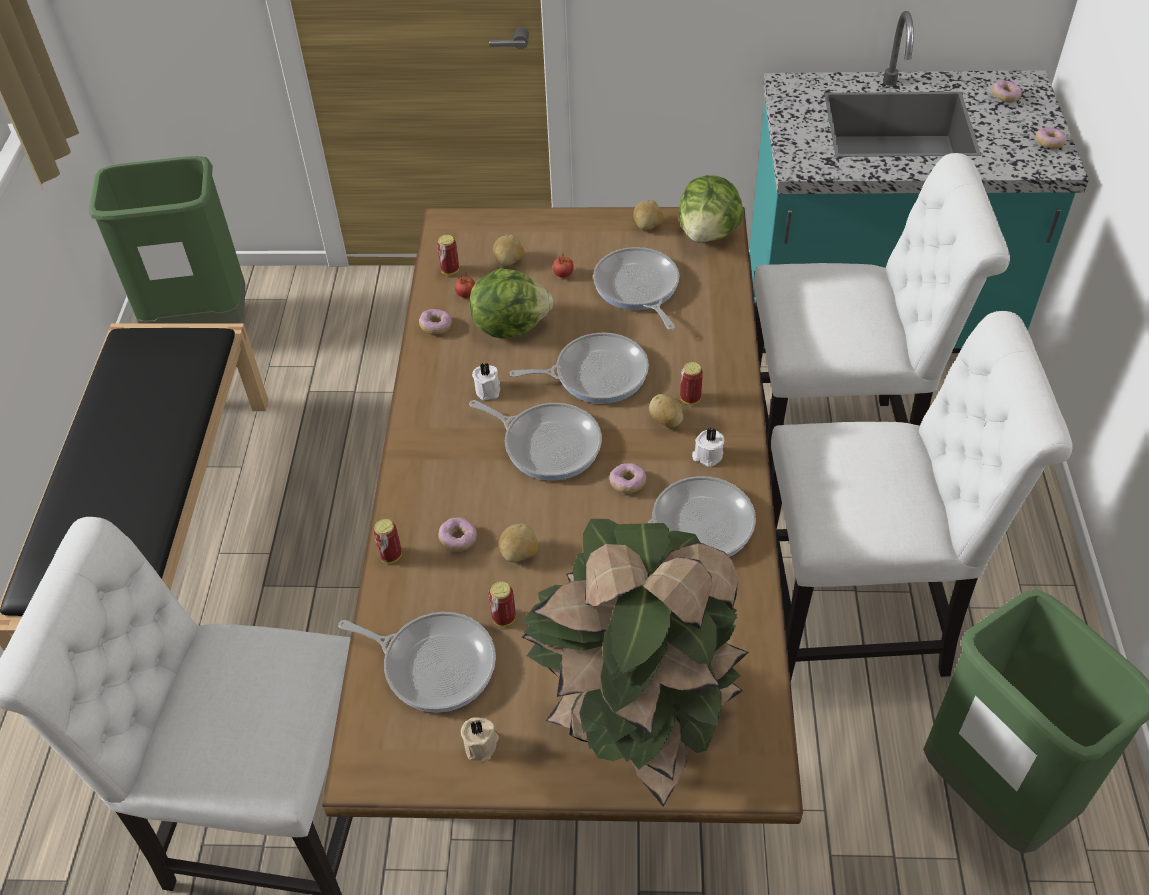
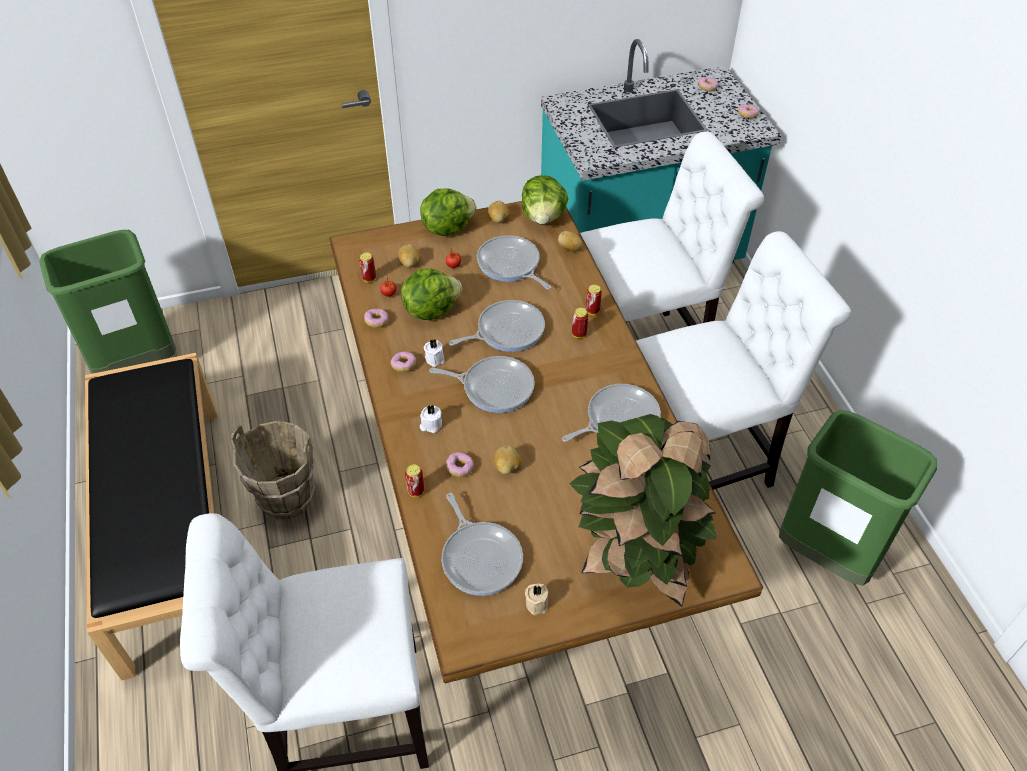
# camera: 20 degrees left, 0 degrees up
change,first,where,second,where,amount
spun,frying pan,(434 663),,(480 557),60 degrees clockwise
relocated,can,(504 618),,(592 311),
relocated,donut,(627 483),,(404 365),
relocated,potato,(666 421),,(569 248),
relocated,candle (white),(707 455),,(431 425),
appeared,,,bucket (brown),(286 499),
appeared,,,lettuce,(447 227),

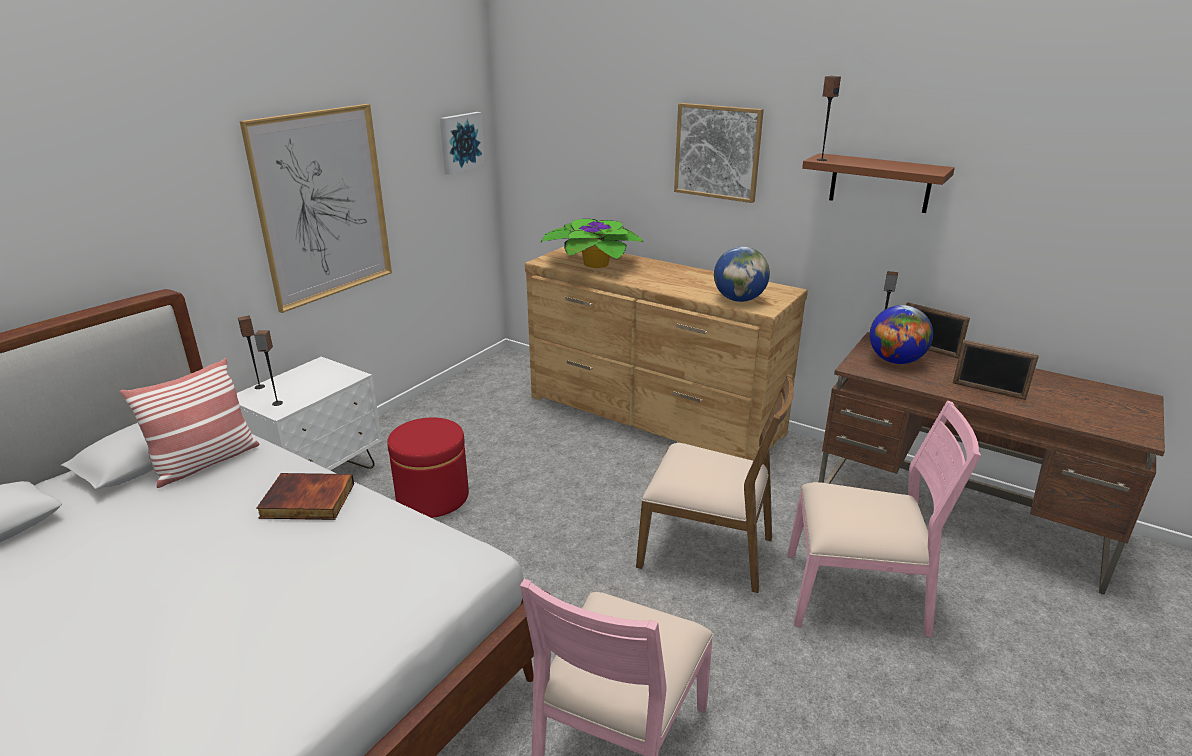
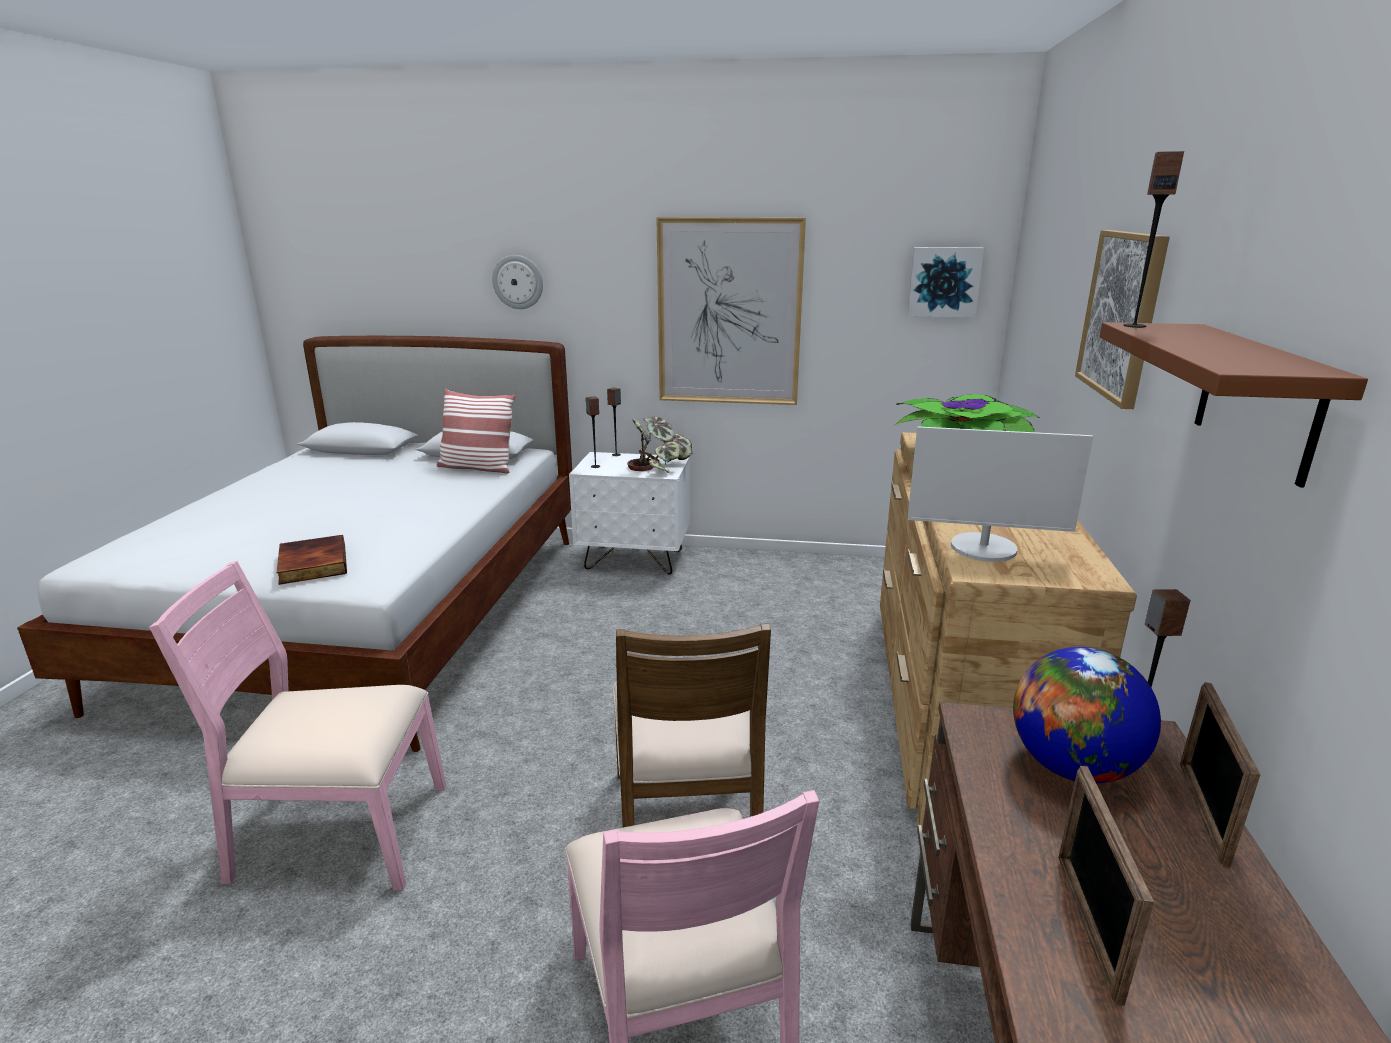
# camera: 65 degrees right, 5 degrees down
change,first,where,second,where,amount
relocated,book,(306 501),,(311 564),
missing,ottoman (red),(433 497),,,
exchanged,globe,(739 299),monitor,(984 548),
appeared,,,wall clock,(518 282),
appeared,,,potted plant,(660 466),

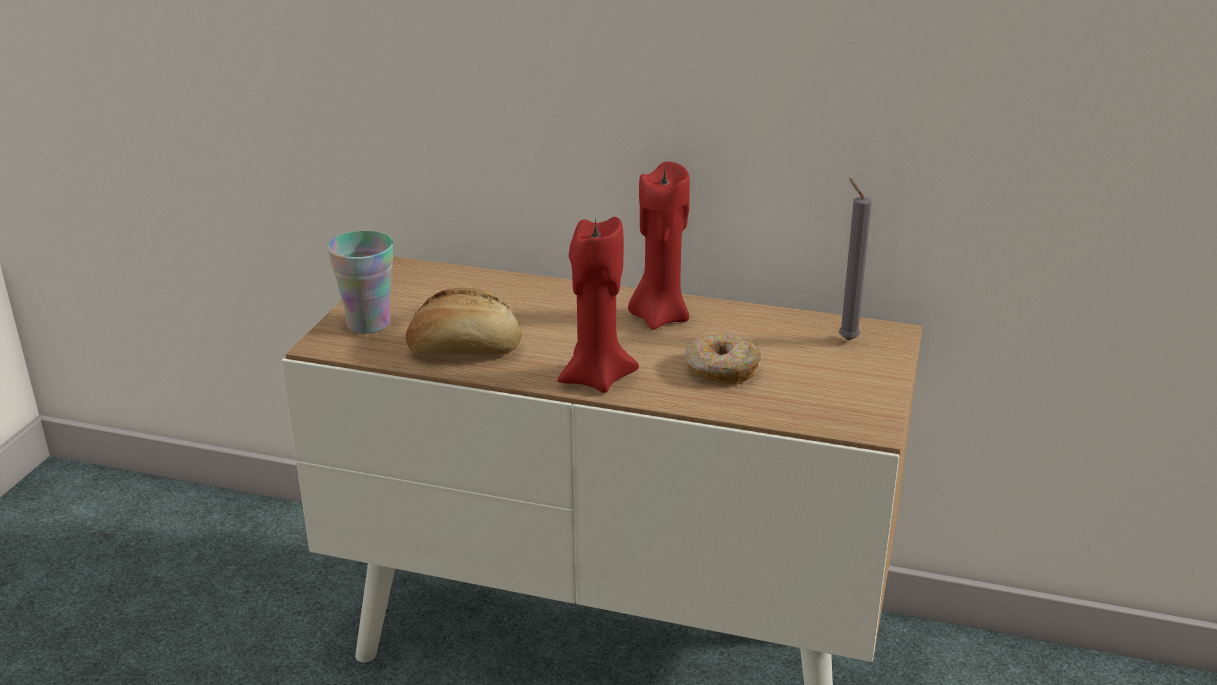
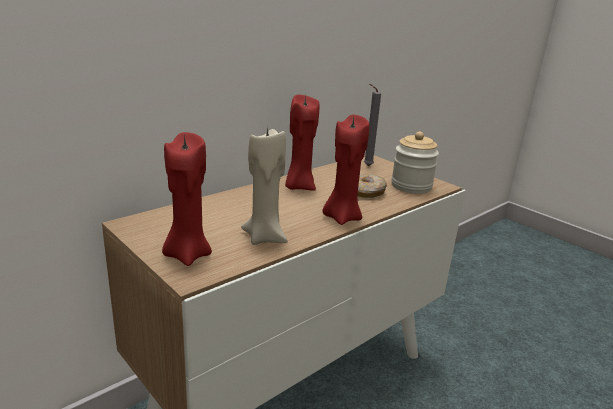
# camera: 60 degrees left, 5 degrees down
change,first,where,second,where,amount
exchanged,cup,(368 324),candle (red),(187 254),
exchanged,bread,(464 349),candle (beige),(265 237),
appeared,,,jar,(411 186),

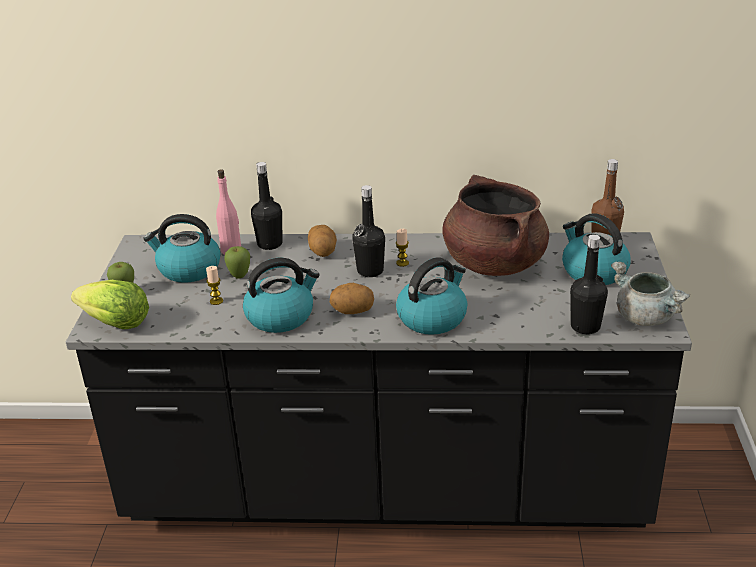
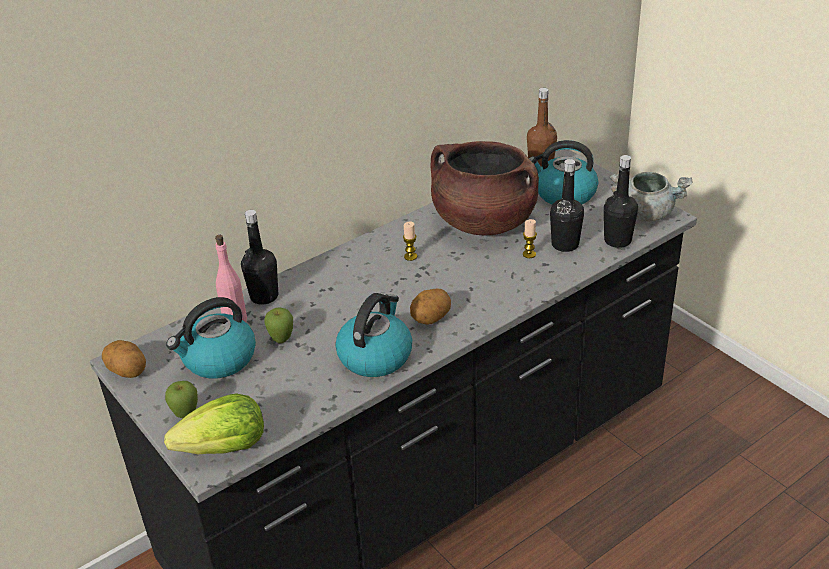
# camera: 40 degrees left, 5 degrees up
change,first,where,second,where,amount
relocated,candle,(216 301),,(529 254),
relocated,potato,(323 252),,(128 371),
relocated,bottle (black),(370 271),,(565 244),
missing,kettle,(432 318),,,

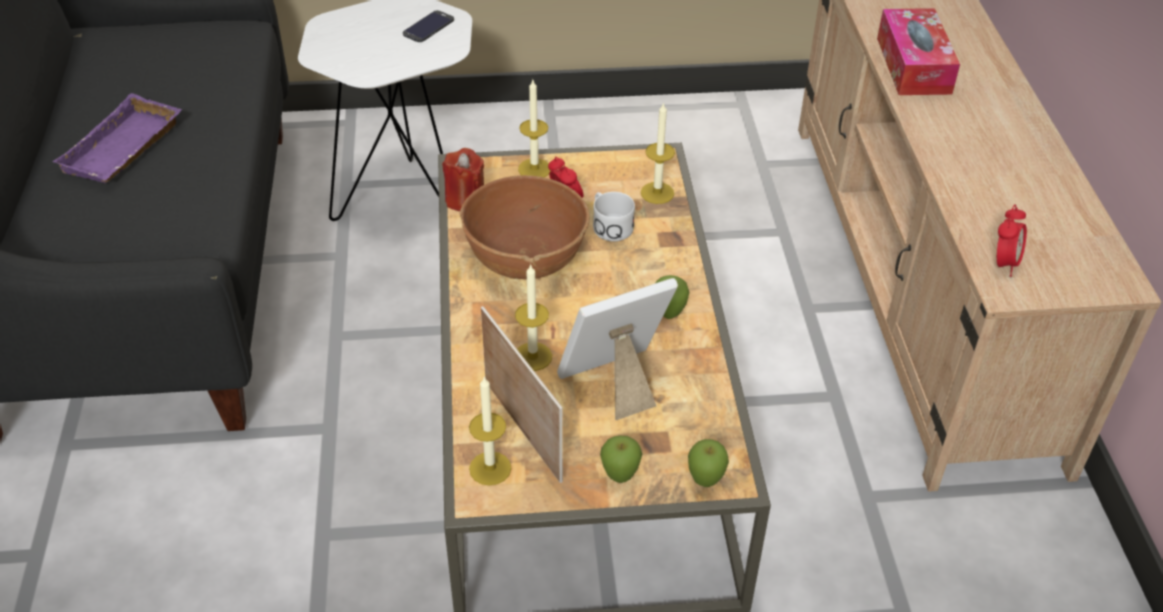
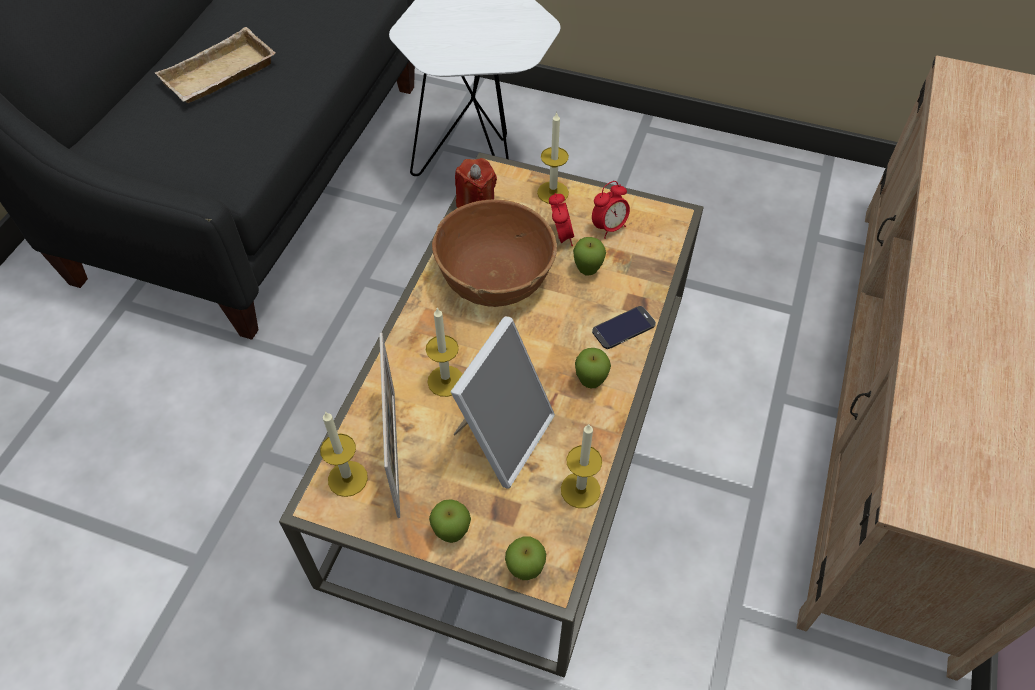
# camera: 25 degrees right, 10 degrees up
change,first,where,second,where,amount
colour,tray (purple),(124 150),tray (beige),(220 77),
relocated,phone,(428 27),,(624 328),
spun,picture frame,(615 384),,(501 436),120 degrees clockwise
exchanged,mug (white),(609 225),apple,(587 271),
relocated,candle,(657 193),,(580 490),
missing,tissue box,(913 65),,,
relocated,alarm clock,(1004 263),,(609 227),

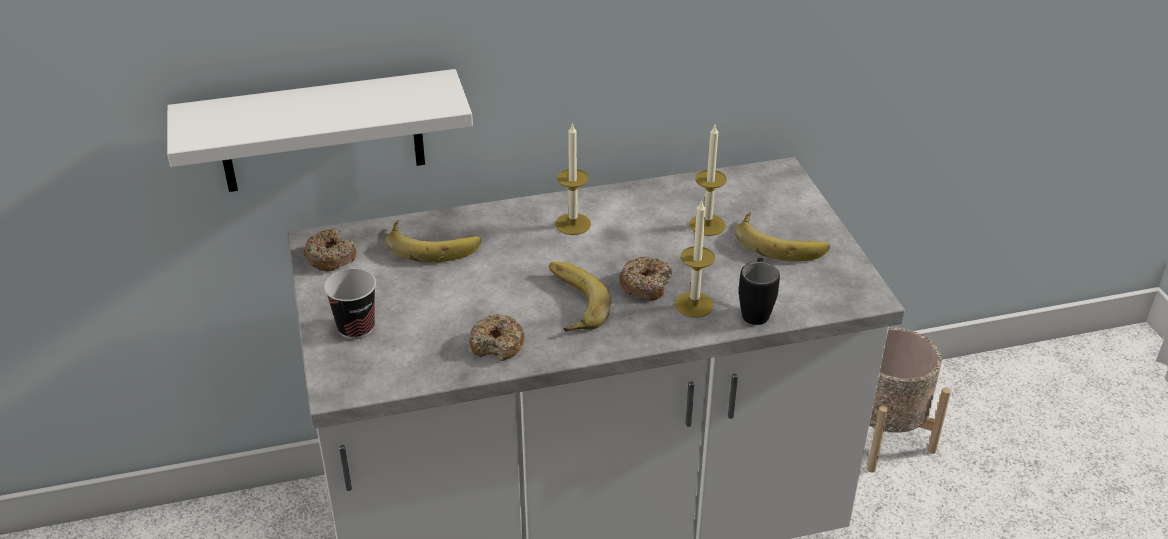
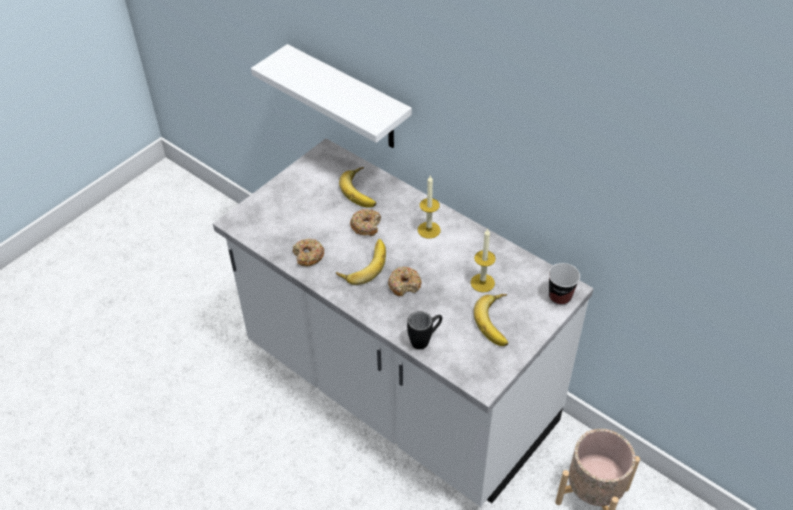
# camera: 55 degrees right, 10 degrees up
change,first,where,second,where,amount
relocated,donut,(330 257),,(366 226),
relocated,cup,(356 328),,(560 297),
missing,candle,(694 304),,,

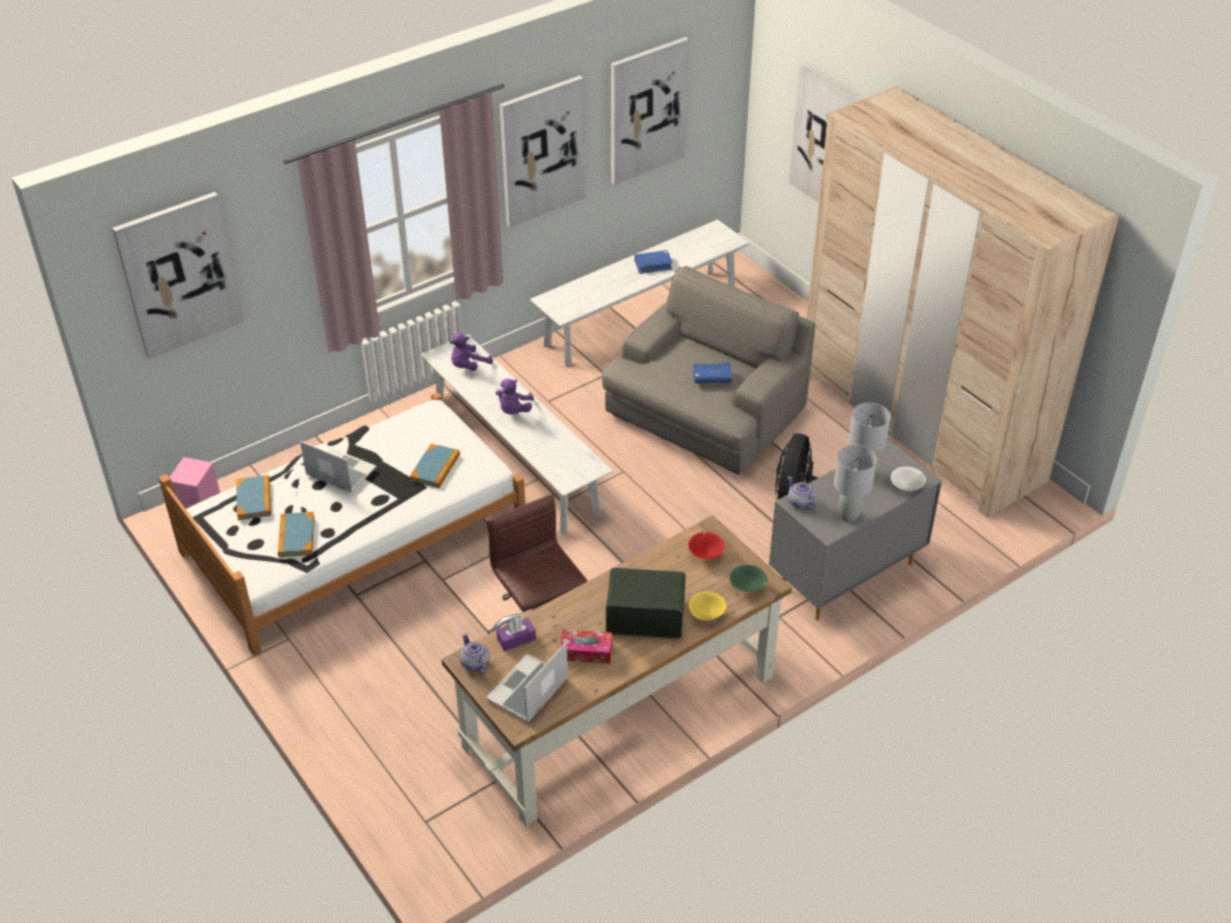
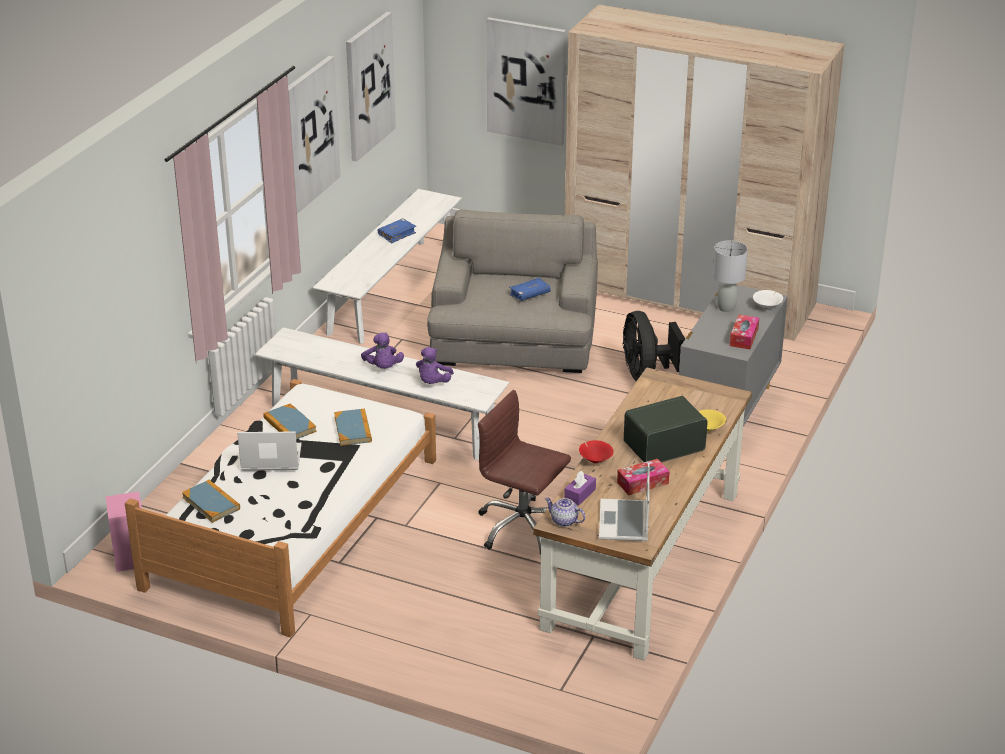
# camera: 30 degrees left, 10 degrees down
change,first,where,second,where,amount
missing,picture,(179 275),,,
relocated,book,(296 536),,(289 425),
relocated,plush toy (purple),(468 366),,(433 383),
relocated,bowl (red),(705 554),,(595 460),
missing,bowl (green),(748 588),,,
missing,teapot,(800 503),,,
exchanged,table lamp (grey),(848 516),tissue box,(744 337),

